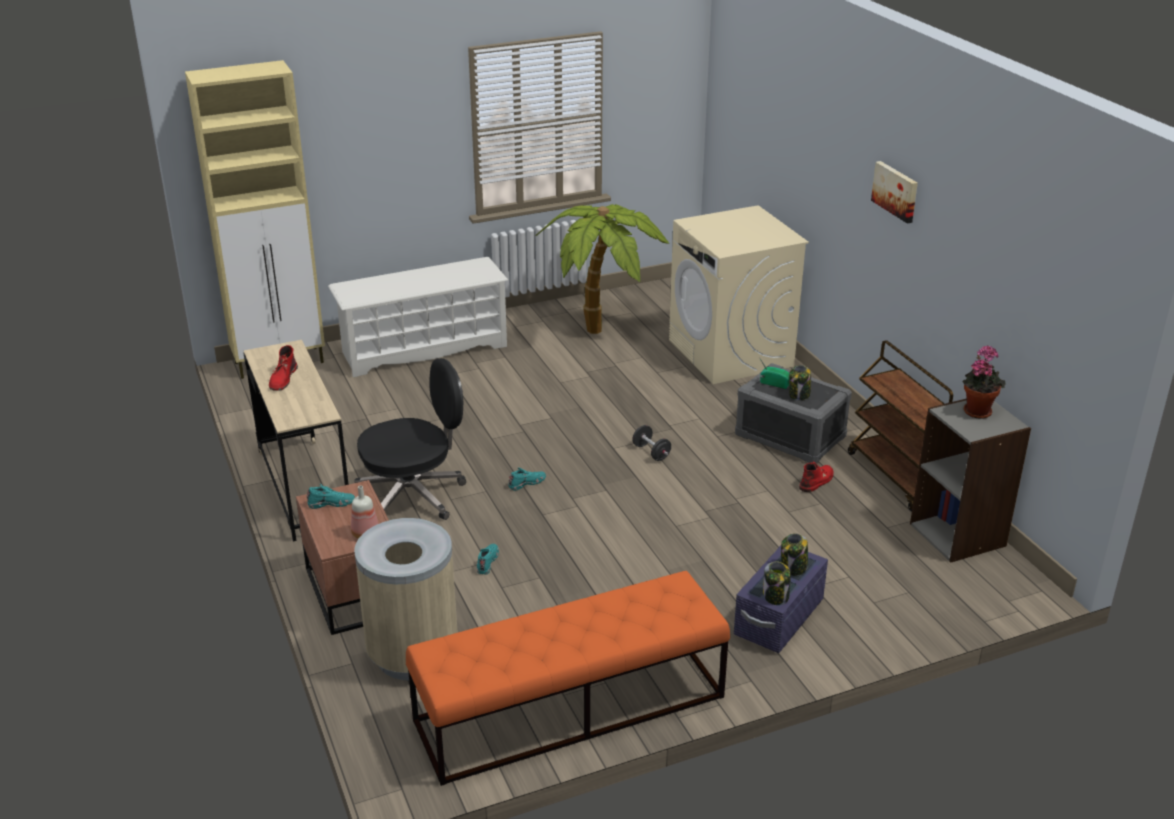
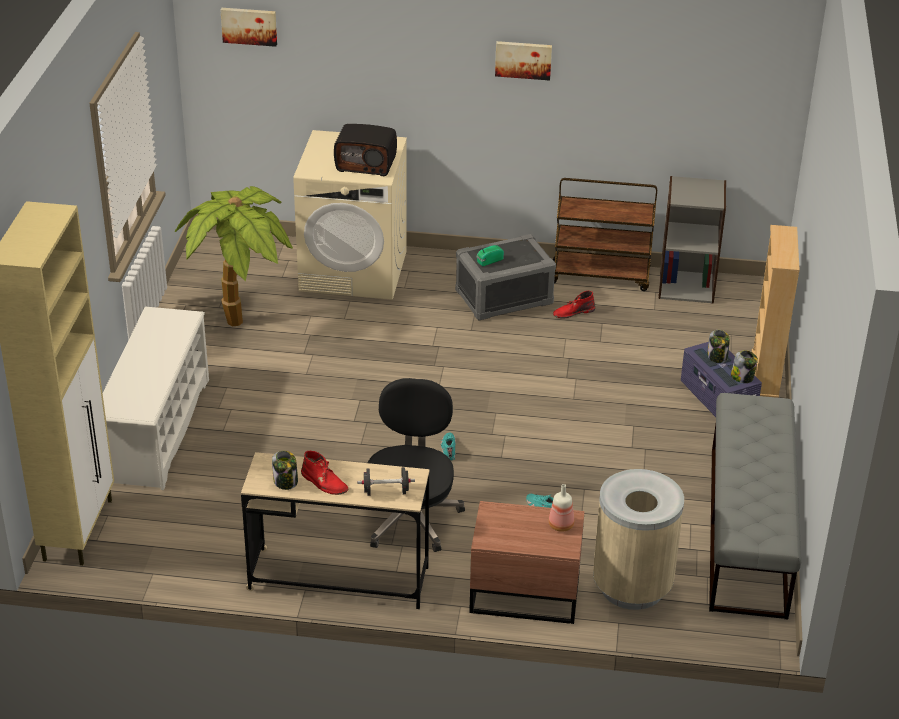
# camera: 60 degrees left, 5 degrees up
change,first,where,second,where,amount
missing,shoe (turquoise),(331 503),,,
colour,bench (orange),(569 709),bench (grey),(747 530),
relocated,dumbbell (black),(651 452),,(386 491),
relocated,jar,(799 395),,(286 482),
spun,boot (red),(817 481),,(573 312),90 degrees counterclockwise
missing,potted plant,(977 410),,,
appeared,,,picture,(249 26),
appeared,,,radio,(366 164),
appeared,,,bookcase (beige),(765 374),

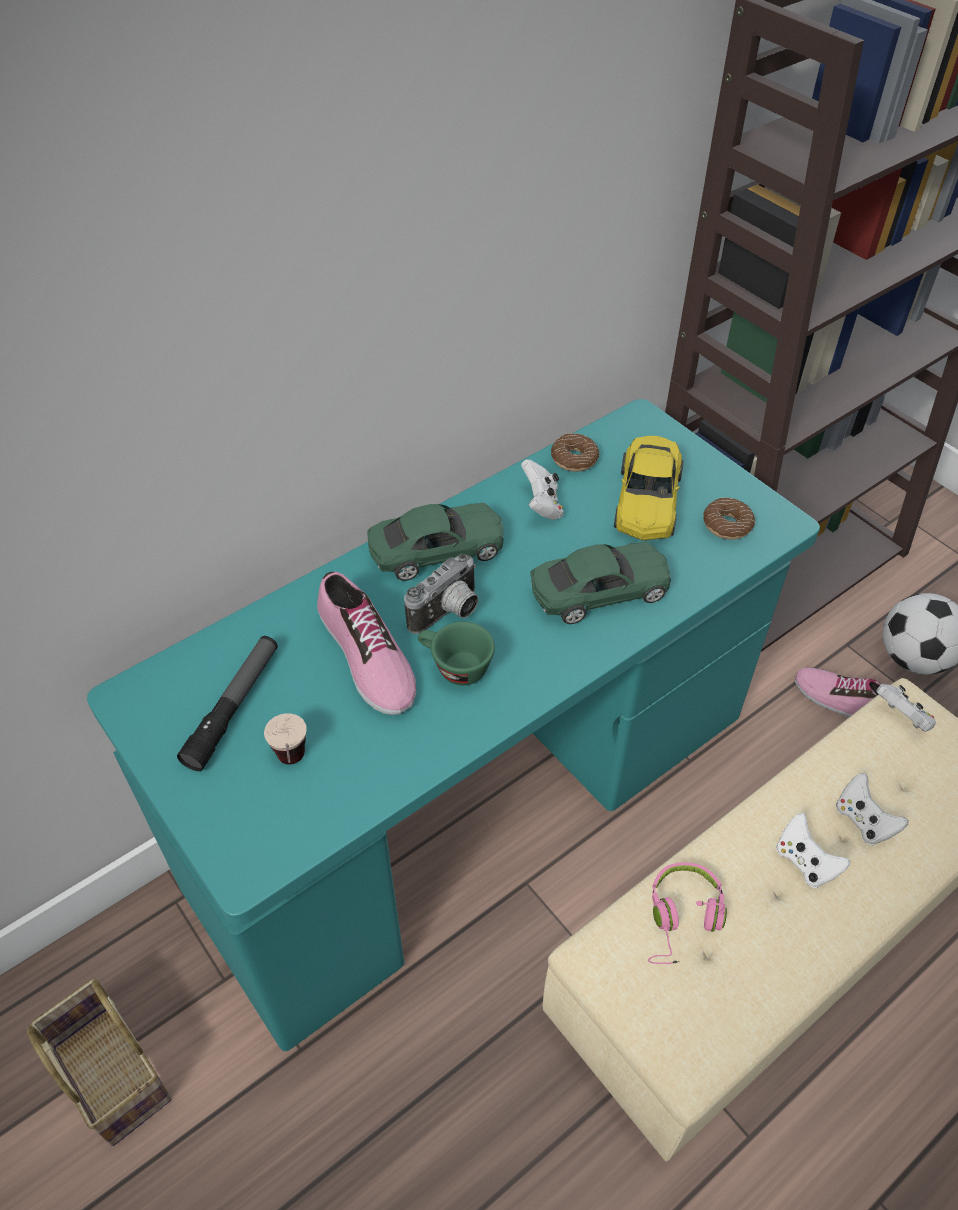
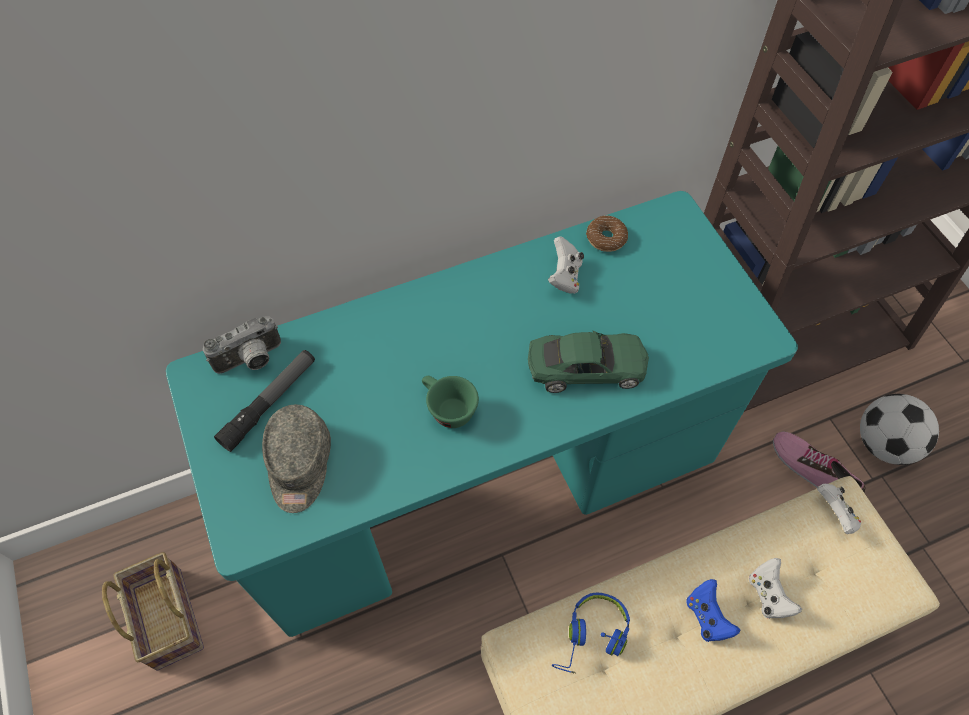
# camera: 15 degrees right, 10 degrees up
change,first,where,second,where,amount
exchanged,cup,(293 767),cap (grey),(299 465),
missing,shoe,(365 656),,,
missing,toy car (green),(437 549),,,
relocated,photo camera,(449 614),,(251 361),
missing,toy car (yellow),(647 500),,,
colour,headphones (pink),(682 918),headphones (blue),(592 637),
missing,donut,(727 525),,,
colour,game controller (white),(805 862),game controller (blue),(707 616),

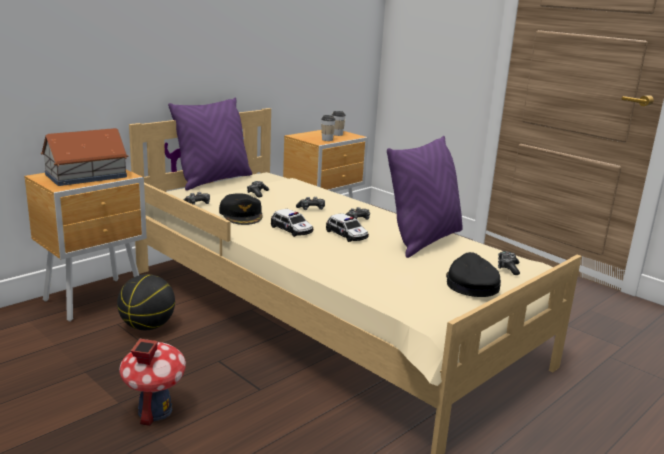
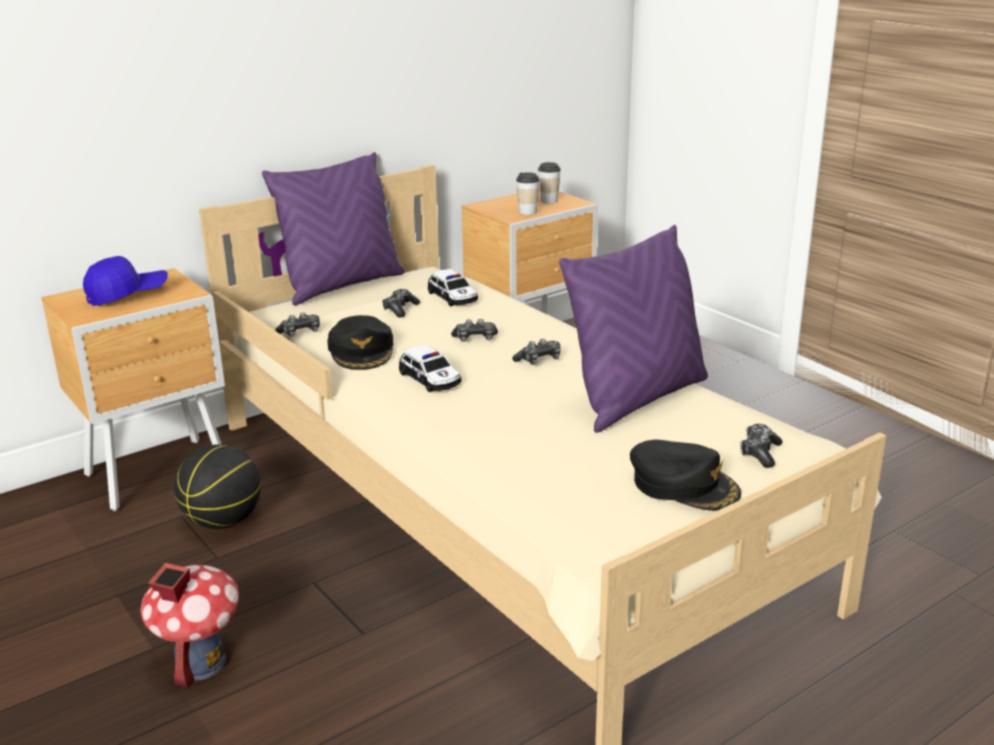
# camera: 10 degrees right, 5 degrees up
change,first,where,second,where,amount
exchanged,toy house,(85 176),cap (blue),(127 295),
relocated,toy car,(347 235),,(453 297),
spun,cap (black),(471 284),,(684 485),120 degrees clockwise

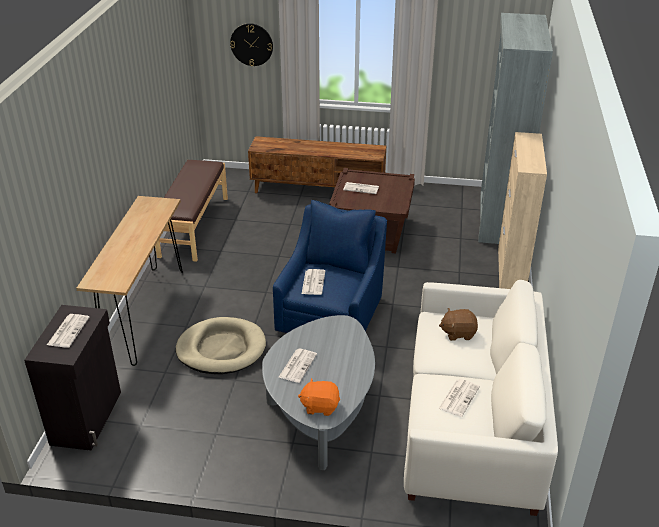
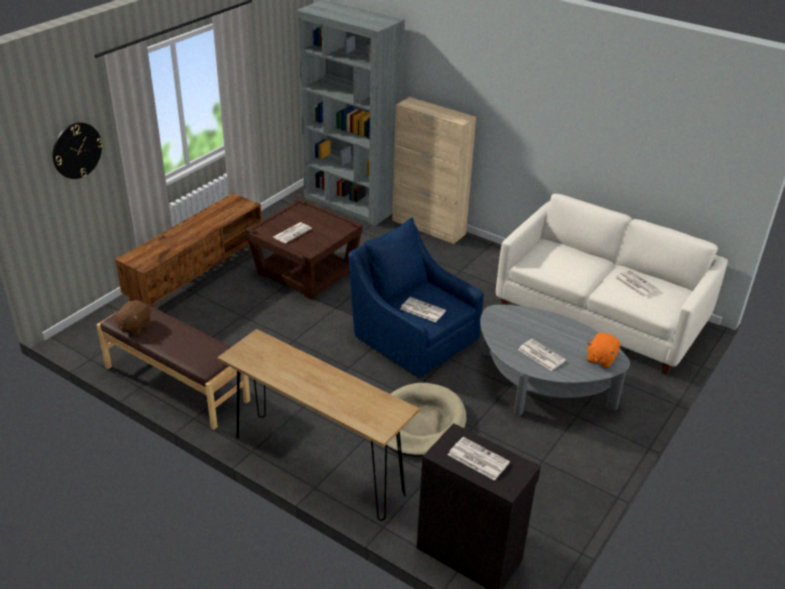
# camera: 65 degrees left, 0 degrees up
change,first,where,second,where,amount
relocated,plush toy (brown),(458 333),,(134 326),

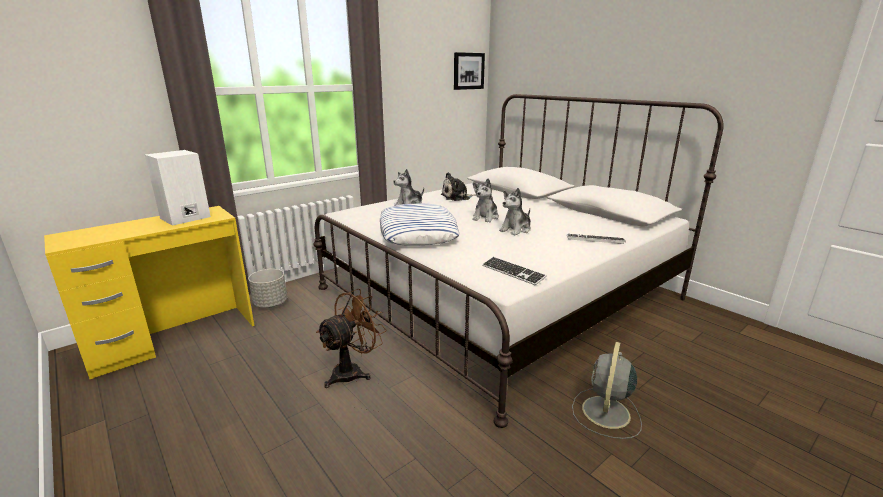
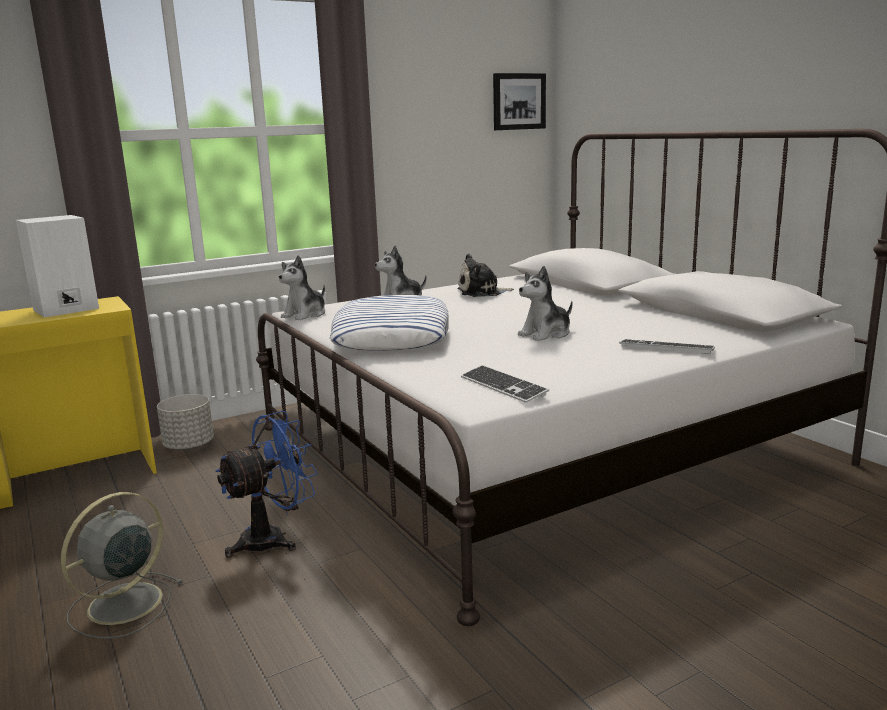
# camera: 10 degrees right, 5 degrees down
change,first,where,second,where,amount
colour,fan (brown),(353 371),fan (blue),(273 538),
relocated,plush toy,(485 217),,(305 314),
relocated,fan (grey),(605 413),,(122 605),

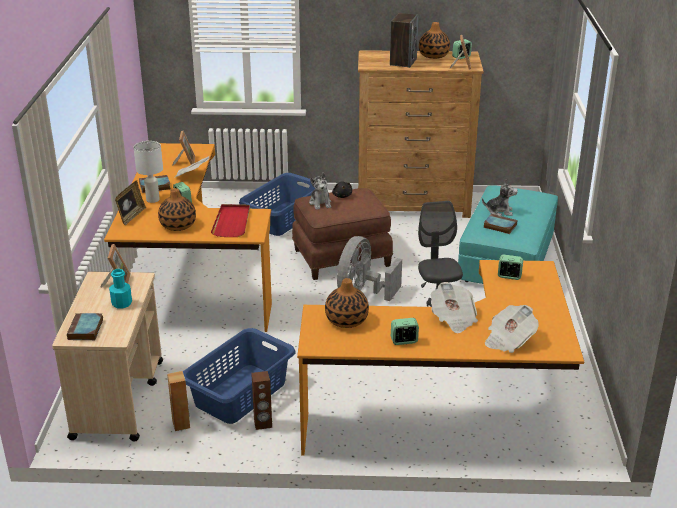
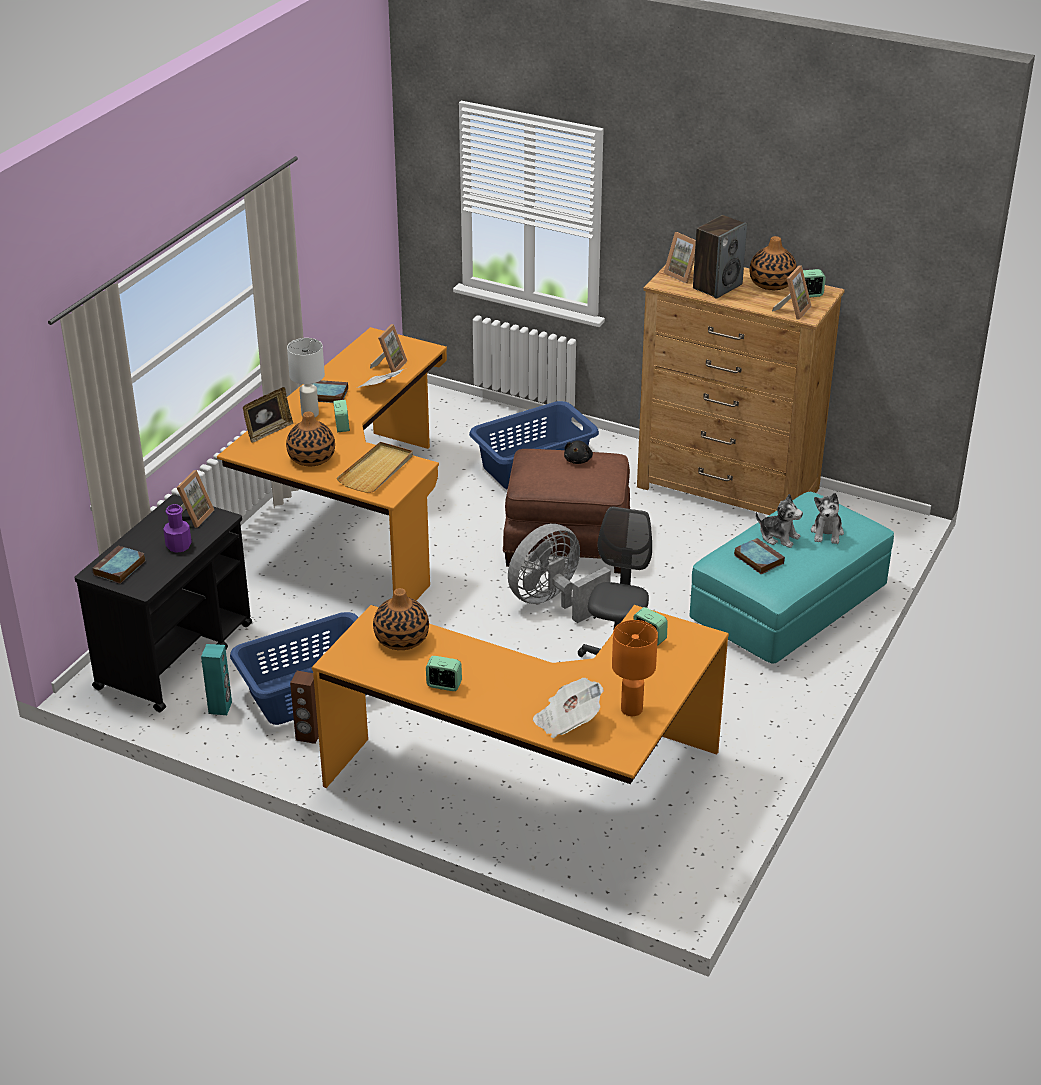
# camera: 25 degrees right, 5 degrees up
change,first,where,second,where,amount
colour,cart (beige),(119 398),cart (black),(175 655),
colour,bottle (turquoise),(122 303),bottle (purple),(178 546),
colour,speaker (brown),(181 424),speaker (turquoise),(220 708),
colour,tray (red),(232 222),tray (beige),(377 470),
relocated,plush toy,(320 203),,(827 533),
missing,newspaper,(453 319),,,
appeared,,,table lamp (orange),(632 709),
appeared,,,picture frame,(683 275),

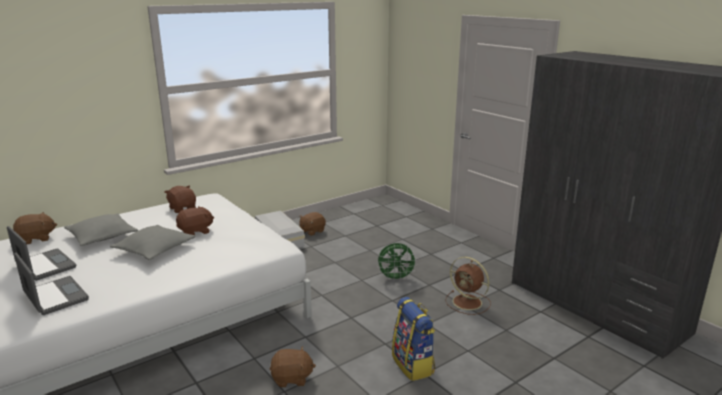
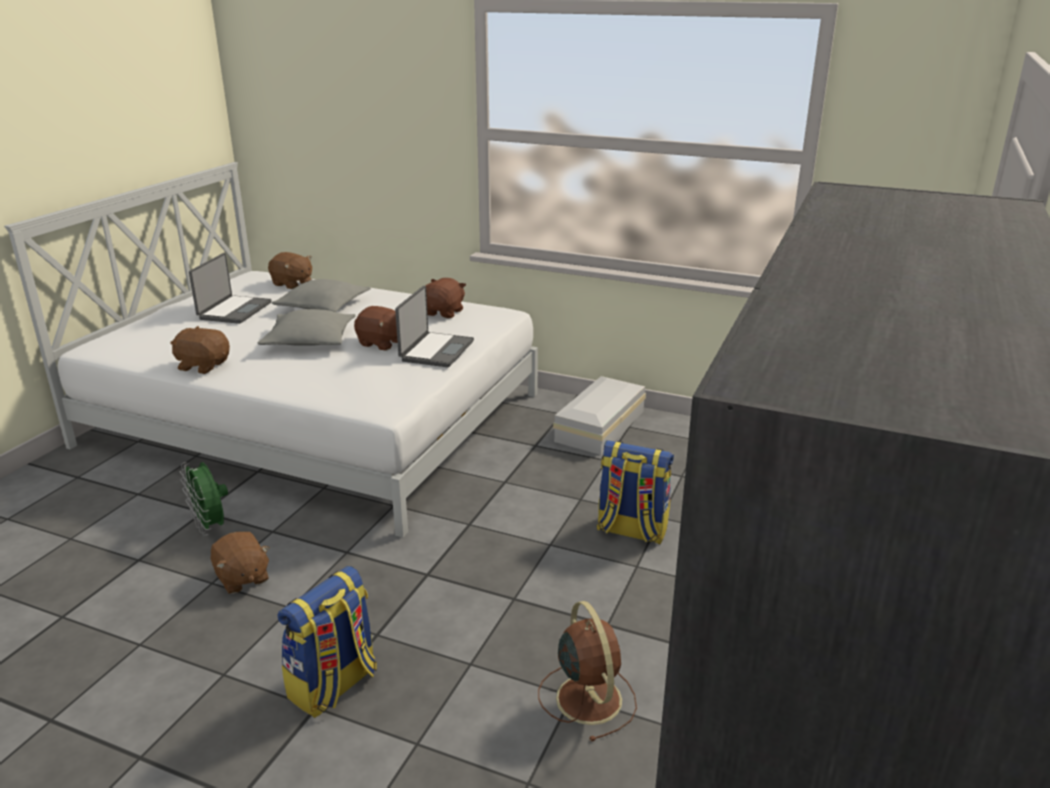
# camera: 60 degrees right, 5 degrees up
change,first,where,second,where,amount
relocated,laptop,(54 297),,(435 351),
relocated,plush toy (brown),(312 231),,(203 366),
relocated,fan (green),(396 278),,(210 527),
spun,fan (brown),(468 302),,(587 697),150 degrees clockwise
appeared,,,backpack,(631 530),

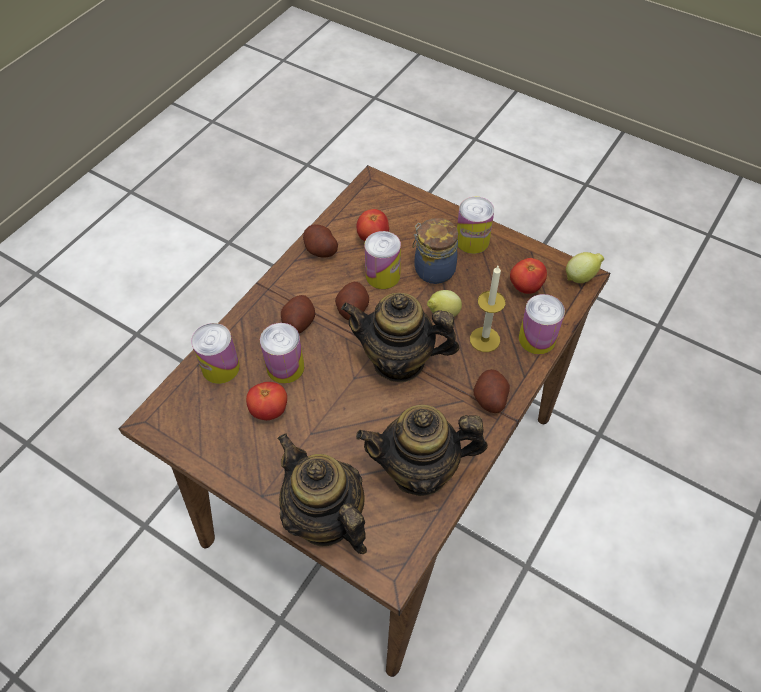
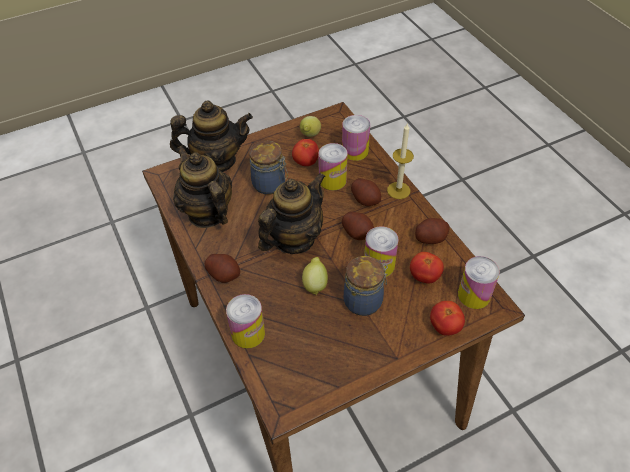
# camera: 120 degrees right, 5 degrees down
change,first,where,second,where,amount
spun,teapot,(420 470),,(207 213),60 degrees counterclockwise
relocated,can,(472 241),,(474 295),
relocated,candle,(484 339),,(398 190),
relocated,tomato,(525 286),,(445 327),
relocated,lemon,(581 277),,(310 136),
appeared,,,jar,(270 184),

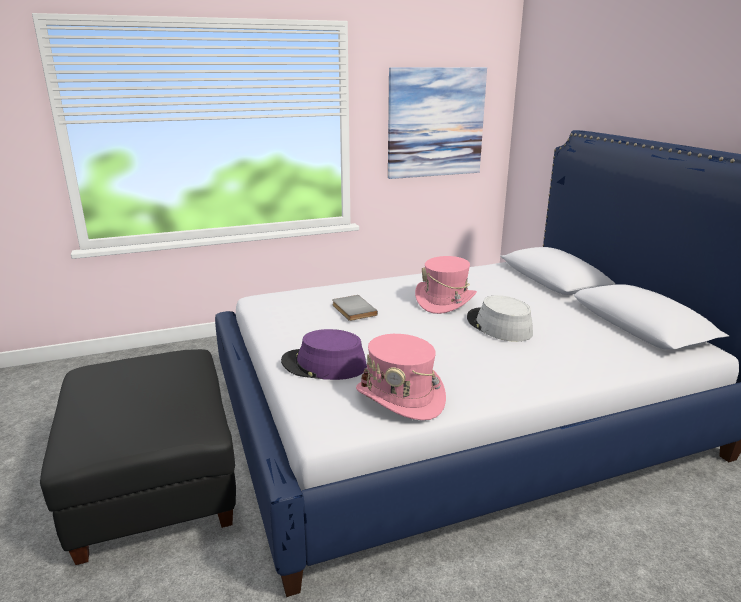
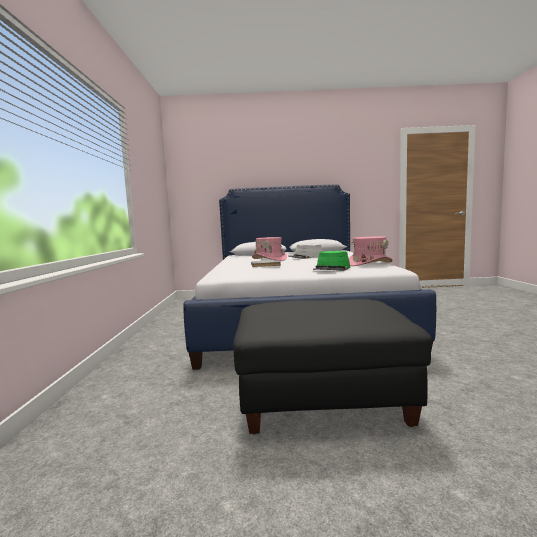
# camera: 70 degrees left, 15 degrees down
change,first,where,second,where,amount
colour,hat (purple),(324 365),hat (green),(332 269),
missing,picture,(435 123),,,

